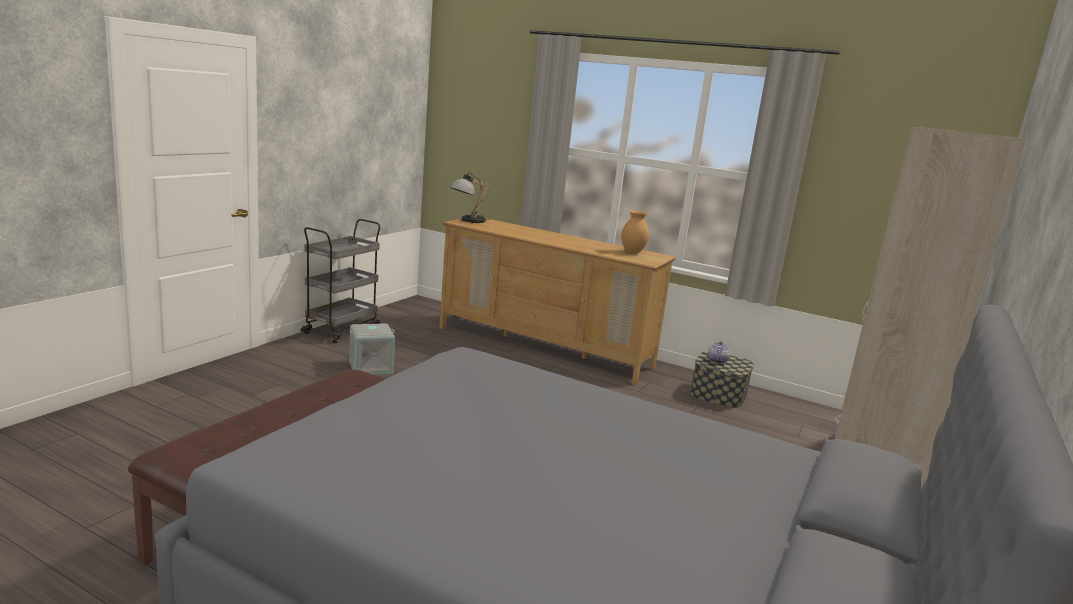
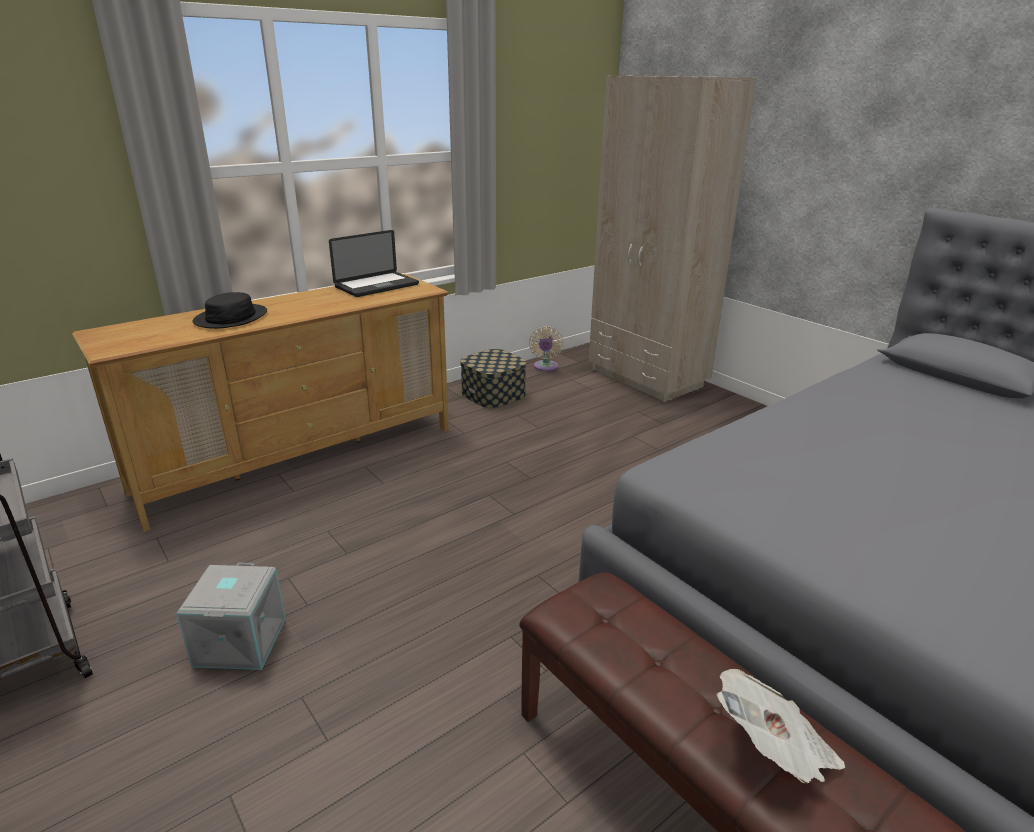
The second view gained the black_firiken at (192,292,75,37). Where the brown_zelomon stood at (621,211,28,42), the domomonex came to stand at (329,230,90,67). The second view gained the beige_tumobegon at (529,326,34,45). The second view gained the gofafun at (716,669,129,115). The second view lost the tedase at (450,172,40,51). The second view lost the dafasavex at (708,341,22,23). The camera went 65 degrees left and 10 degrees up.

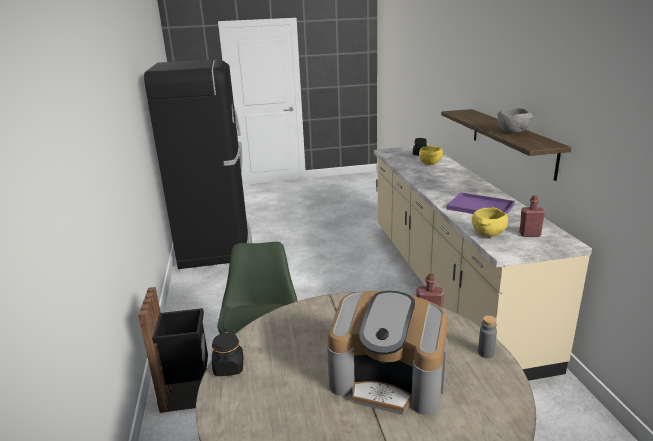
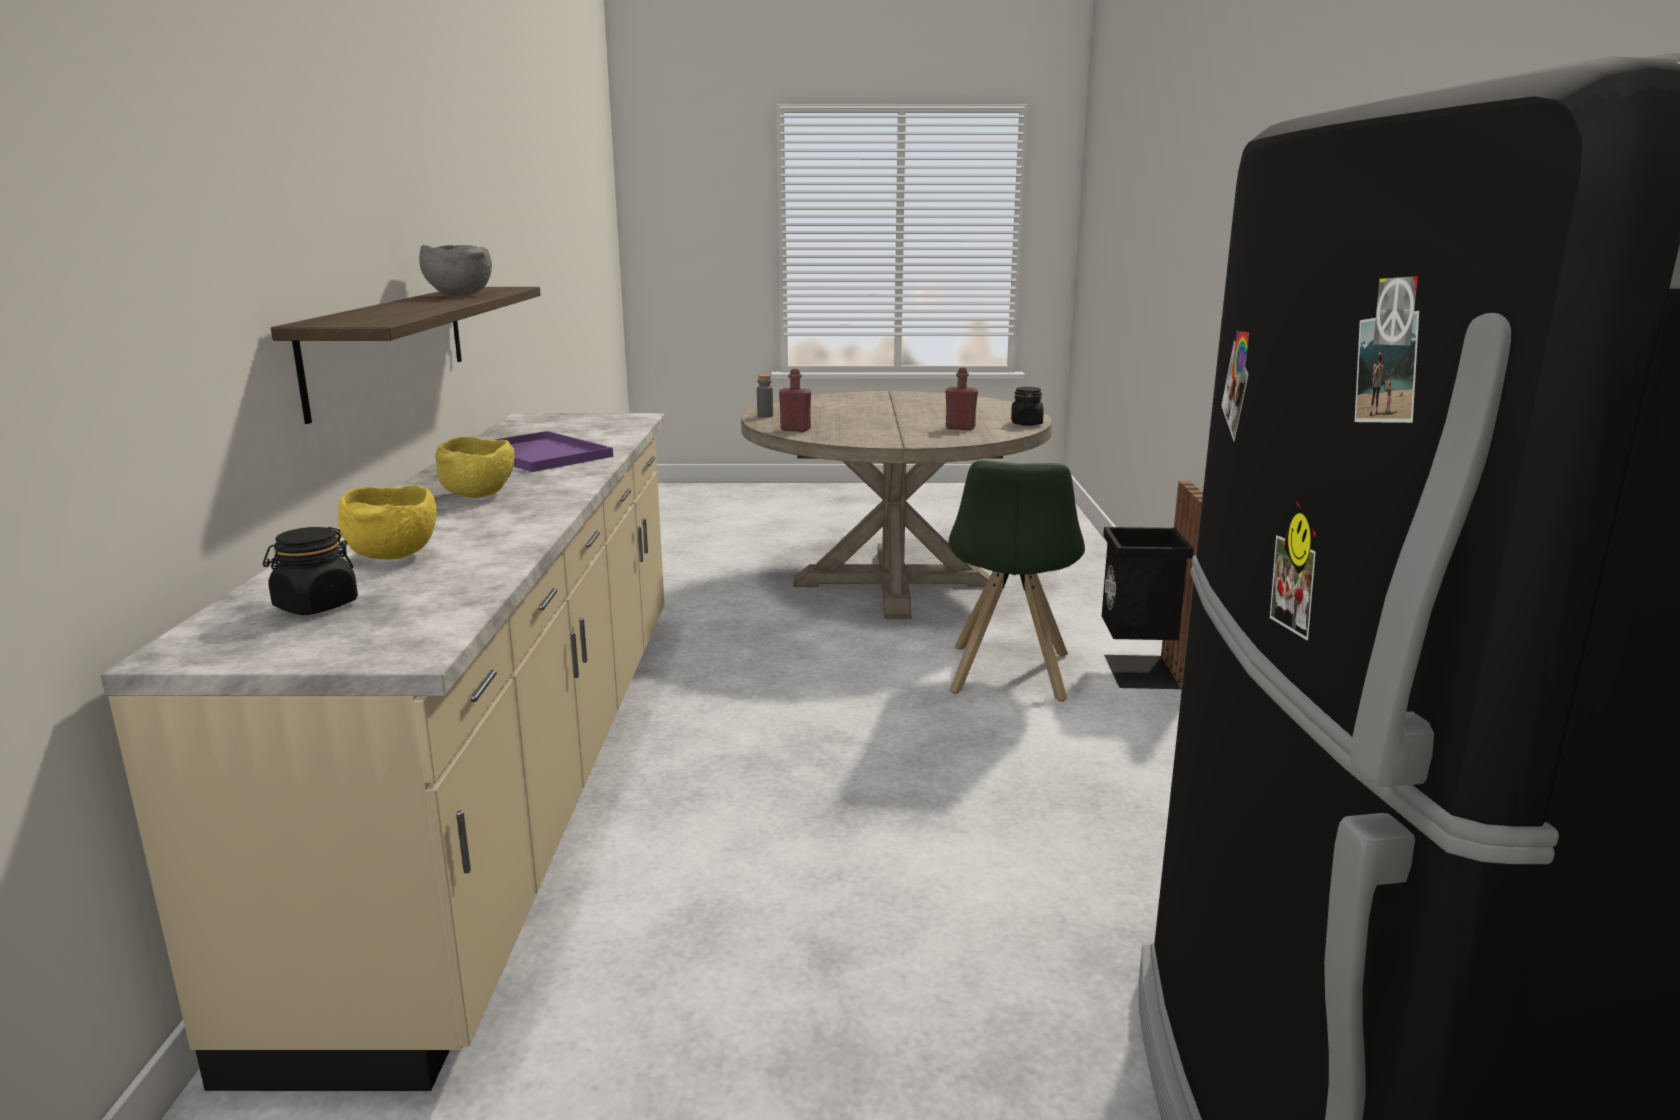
The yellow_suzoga ended up elsewhere, having gone from (472,208,36,29) to (435,436,79,62). The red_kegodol ended up elsewhere, having gone from (519,195,26,42) to (945,367,33,63). The second view lost the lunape at (327,291,121,124). The camera went 170 degrees left and 5 degrees down.

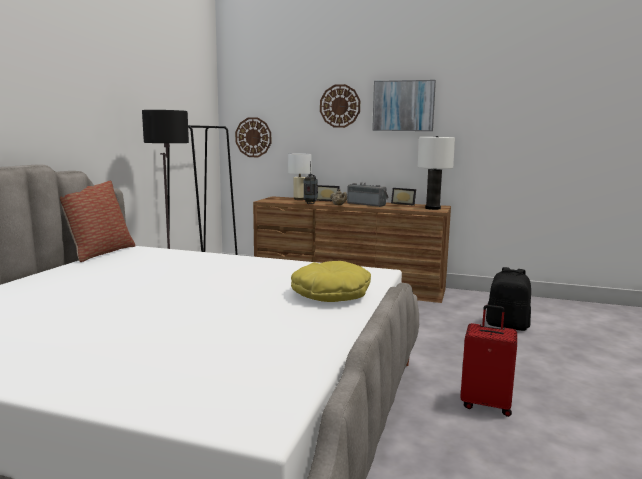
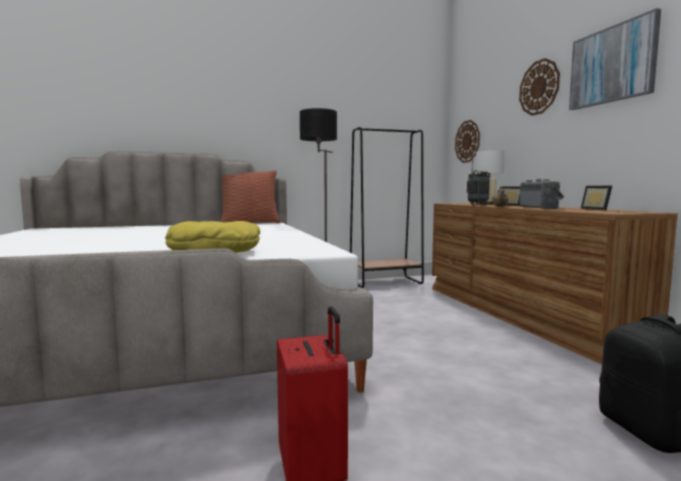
The second view lost the white_tedase at (418,136,37,74). The camera went 55 degrees right and 5 degrees down.

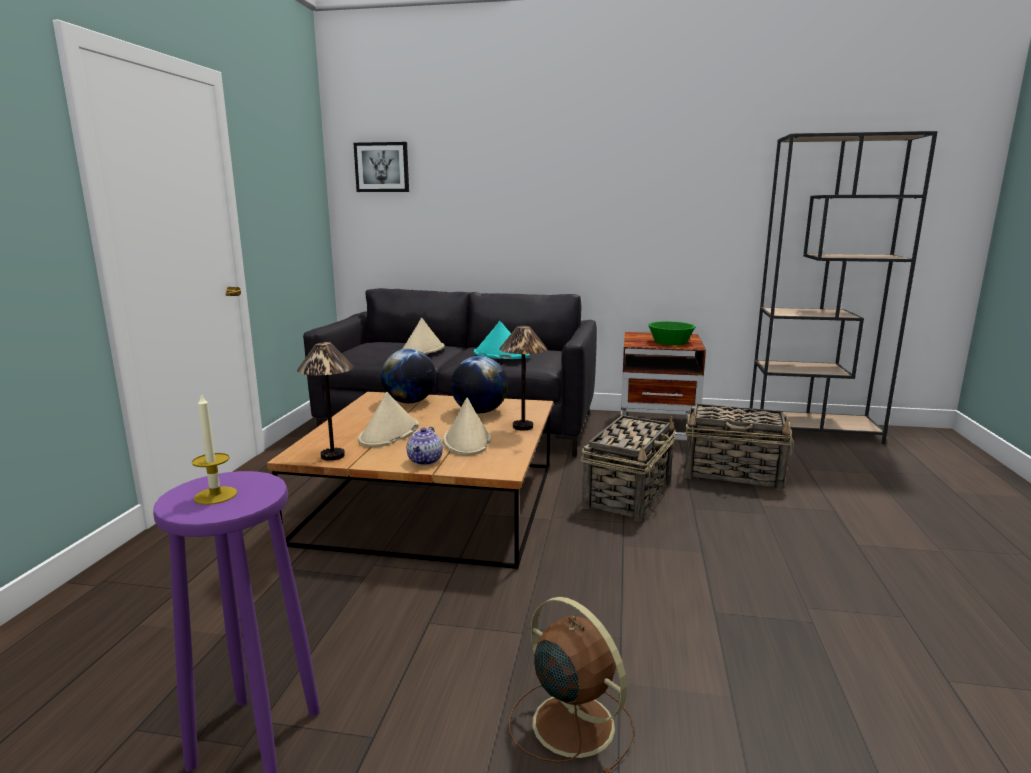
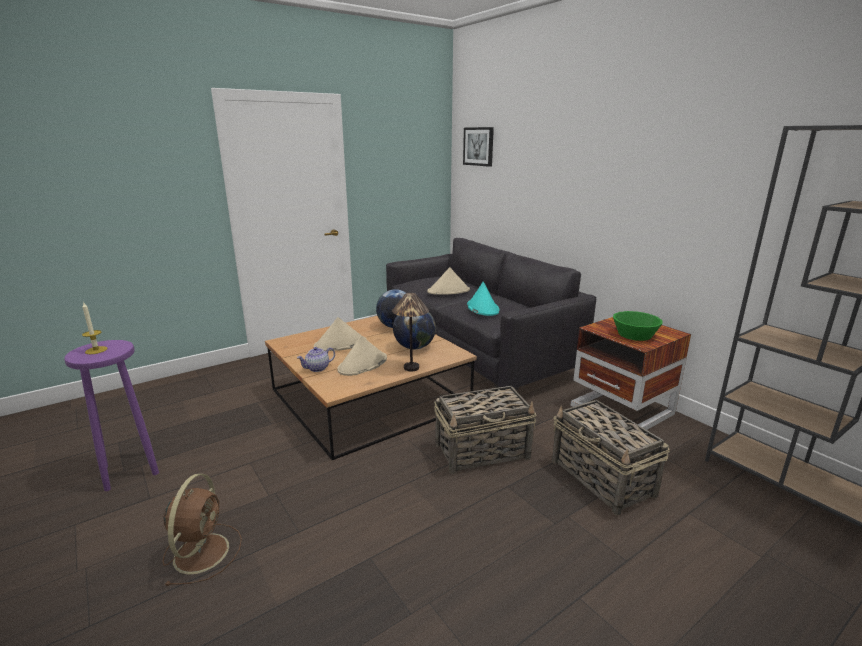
The second view lost the tedase at (297,342,57,119). The camera went 45 degrees right and 5 degrees up.

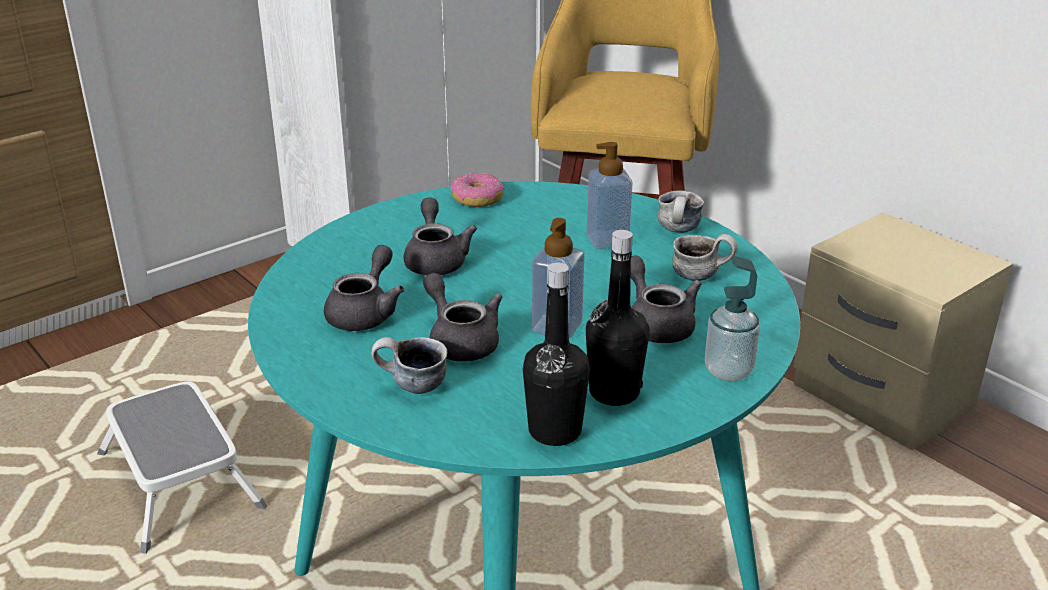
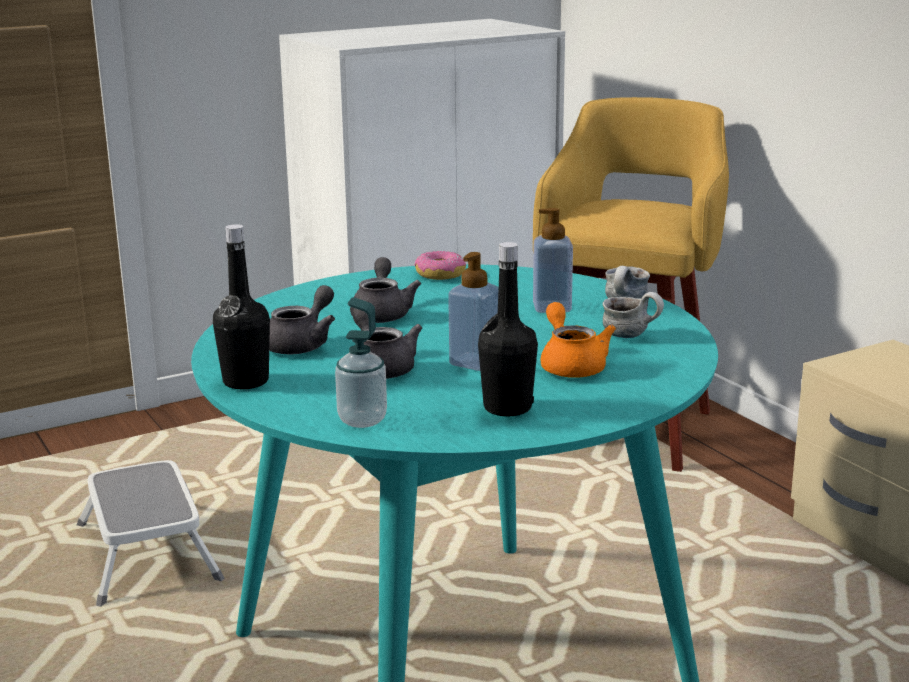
The black_kegodol ended up elsewhere, having gone from (523,263,67,183) to (213,224,57,165). The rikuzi ended up elsewhere, having gone from (705,256,55,125) to (335,297,52,131). What was the grey_dafasavex at (631,256,70,87) turned into the orange_dafasavex at (540,302,76,76). The second view lost the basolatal at (371,337,76,57). The camera went 10 degrees right and 10 degrees down.

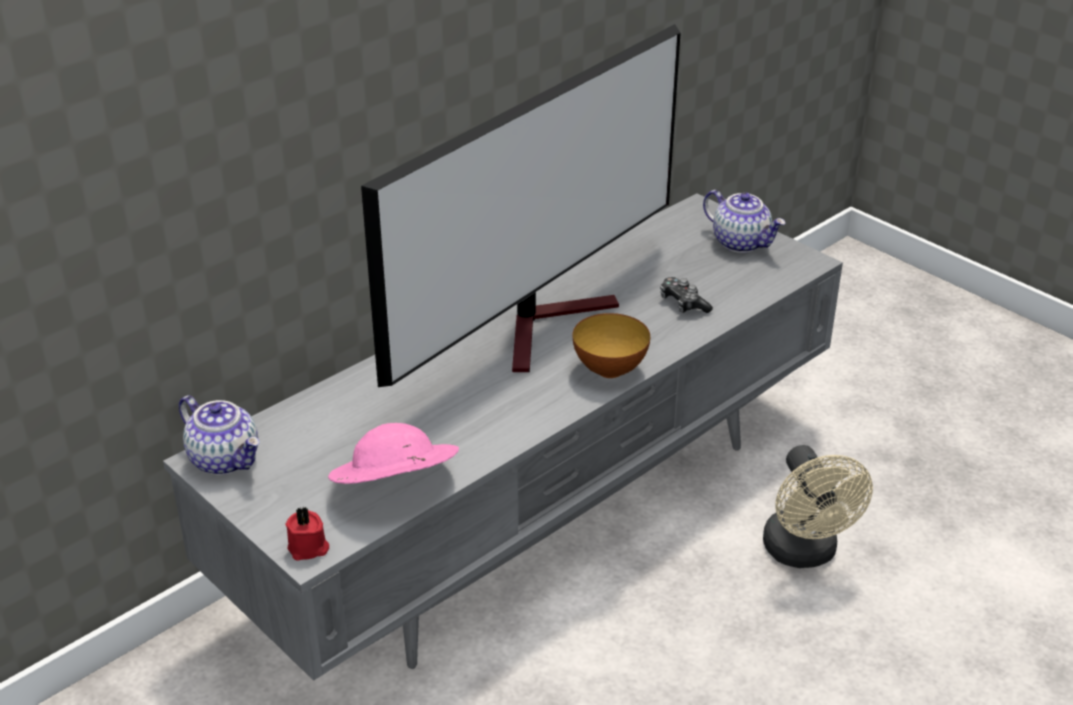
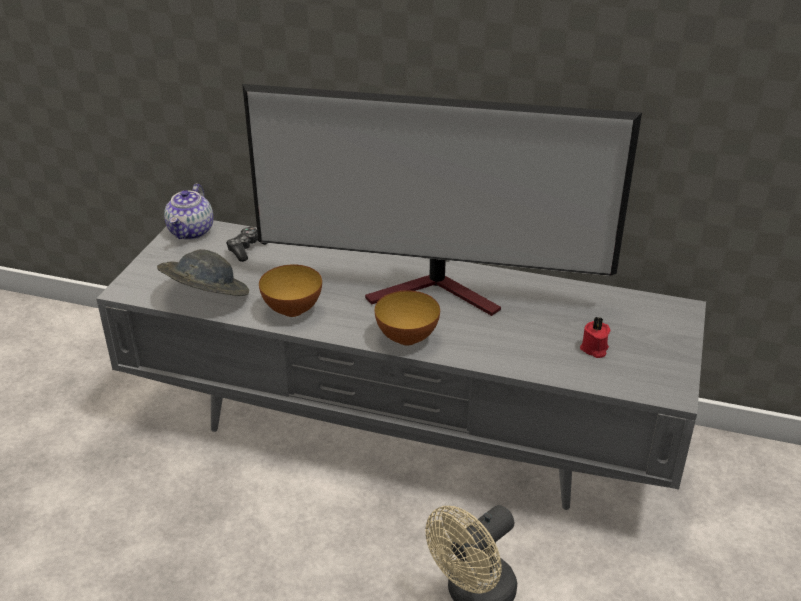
What was the pink_firiken at (328,423,131,61) turned into the grey_firiken at (157,249,92,47). The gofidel ended up elsewhere, having gone from (660,277,53,36) to (226,227,41,35). The second view gained the suzoga at (259,264,63,53). The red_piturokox ended up elsewhere, having gone from (286,507,43,54) to (580,317,31,41). The second view lost the dafasavex at (703,190,83,63). The camera went 60 degrees right and 0 degrees up.

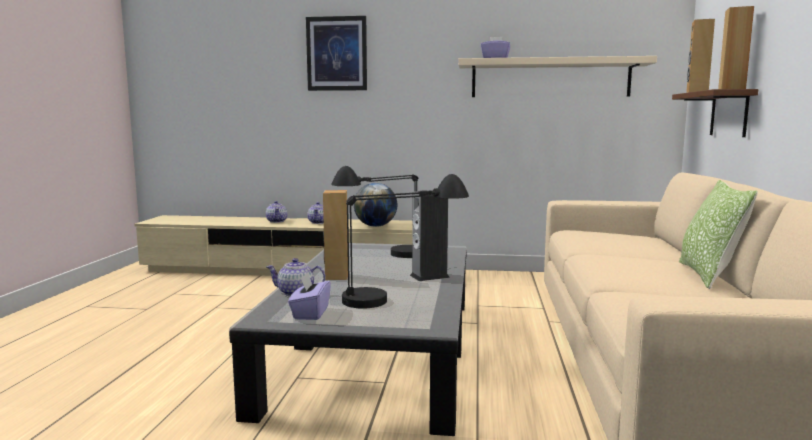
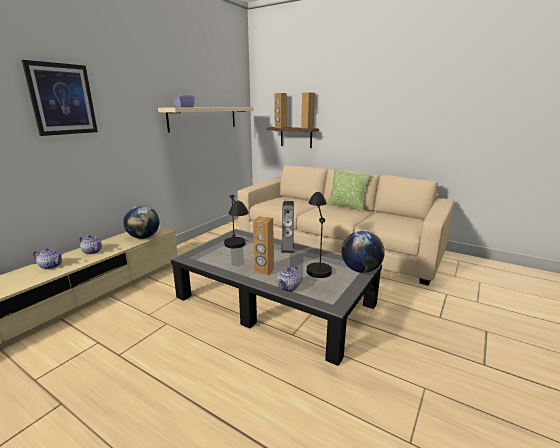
The second view gained the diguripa at (342,231,43,42). The second view lost the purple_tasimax at (288,273,43,47). The camera went 65 degrees left and 10 degrees up.

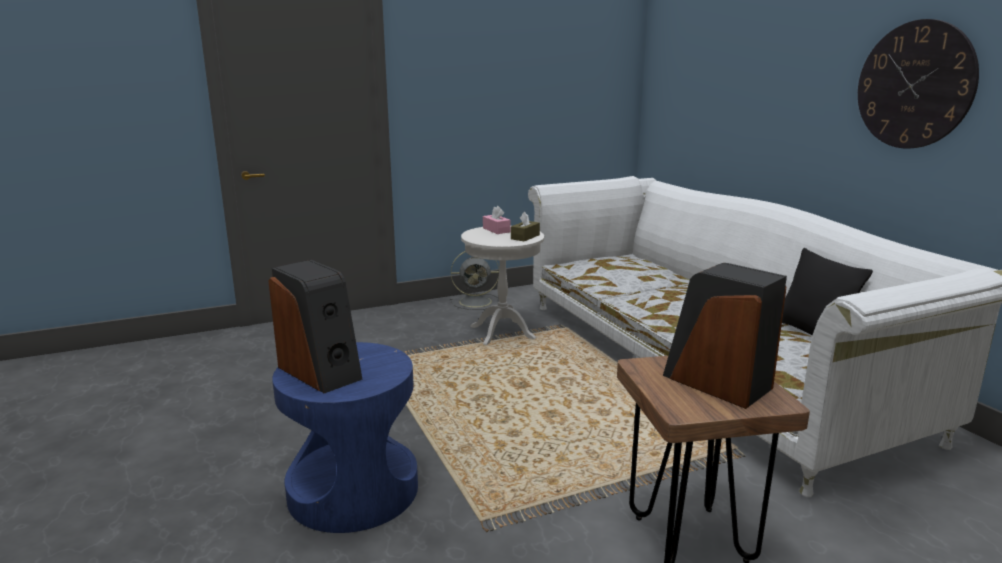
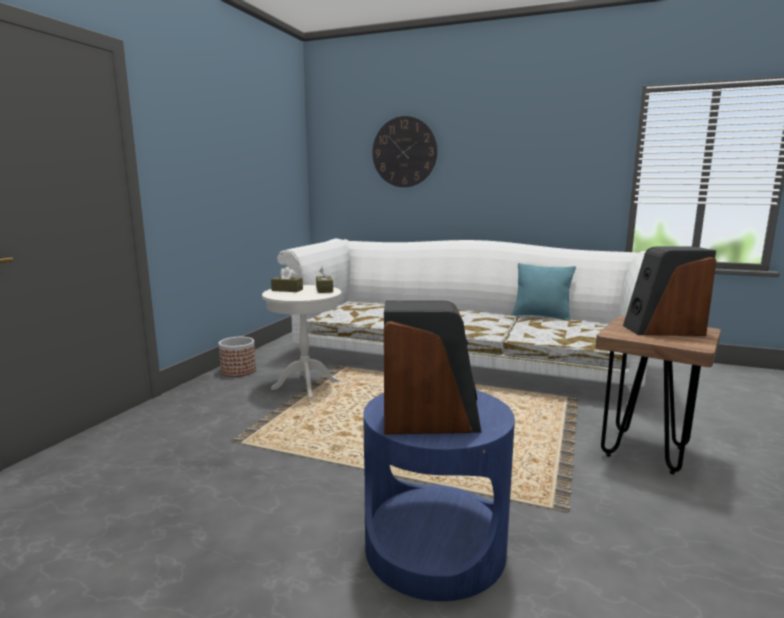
Where the grey_tumobegon stood at (450,251,49,59), the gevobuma came to stand at (218,337,38,40). What was the pink_tasimax at (483,206,28,28) turned into the brown_tasimax at (271,267,32,25). The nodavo ended up elsewhere, having gone from (858,19,121,130) to (372,116,65,71). What was the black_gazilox at (782,248,91,87) turned into the turquoise_gazilox at (512,263,64,57). The camera went 45 degrees left and 5 degrees down.

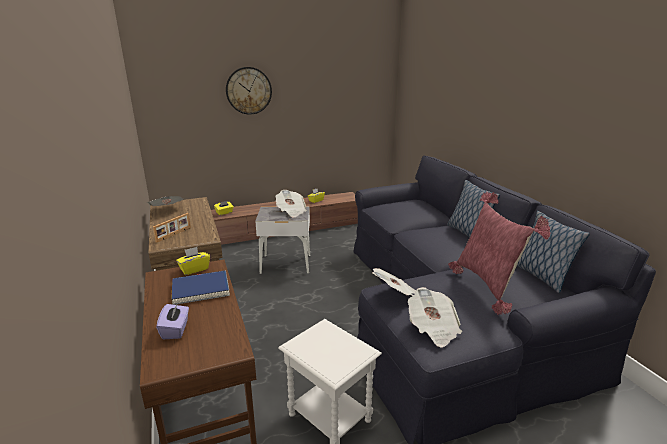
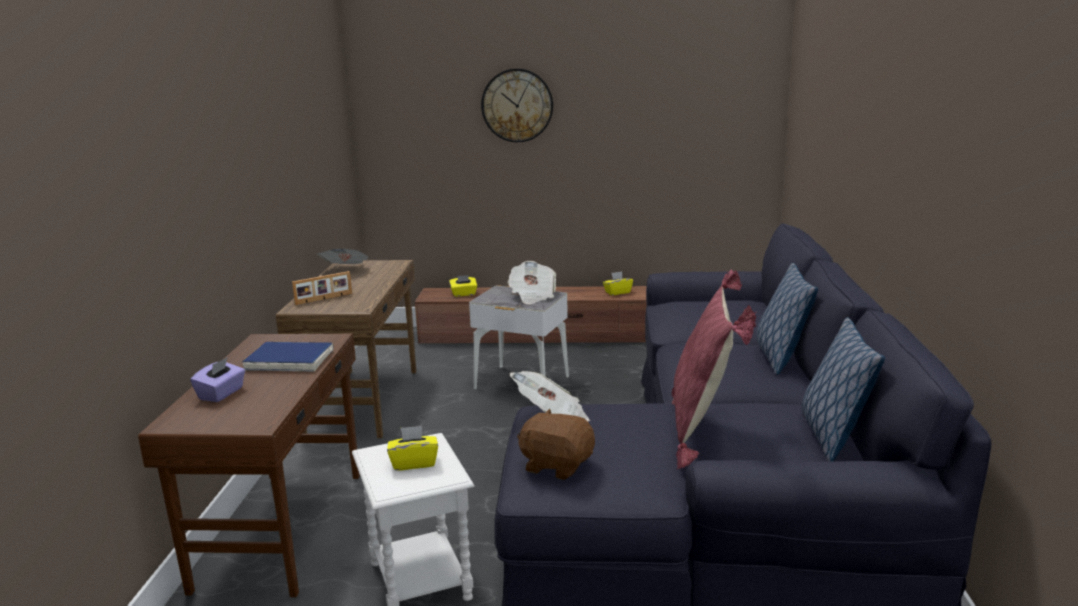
The yellow_tasimax ended up elsewhere, having gone from (176,247,34,28) to (387,426,51,45). Where the gofafun stood at (408,287,54,61), the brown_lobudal came to stand at (517,408,78,72). The camera went 25 degrees right and 5 degrees down.

